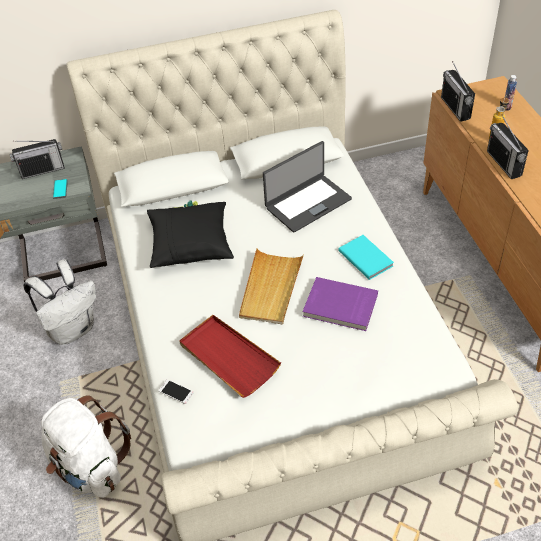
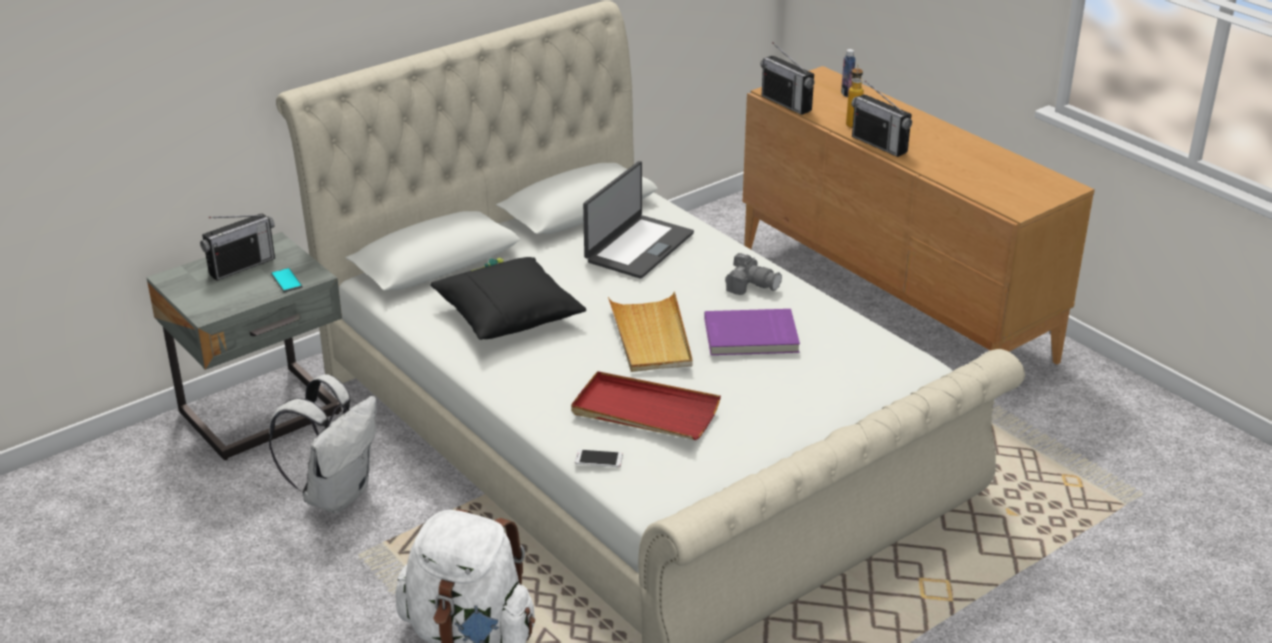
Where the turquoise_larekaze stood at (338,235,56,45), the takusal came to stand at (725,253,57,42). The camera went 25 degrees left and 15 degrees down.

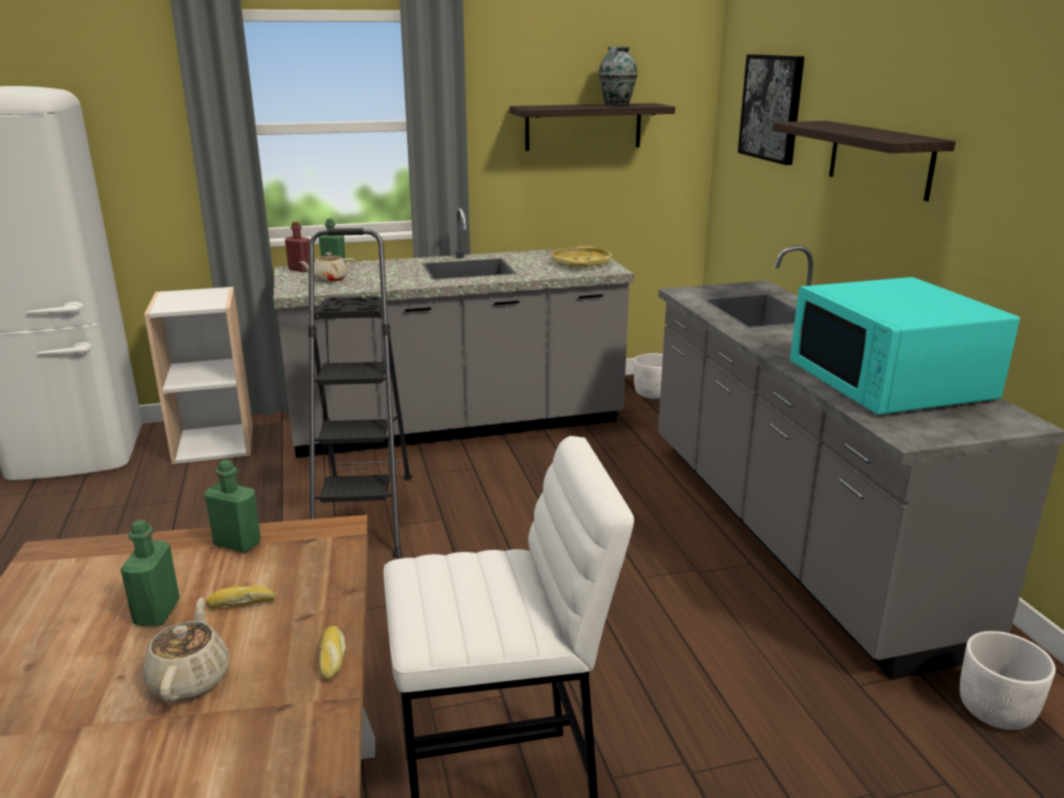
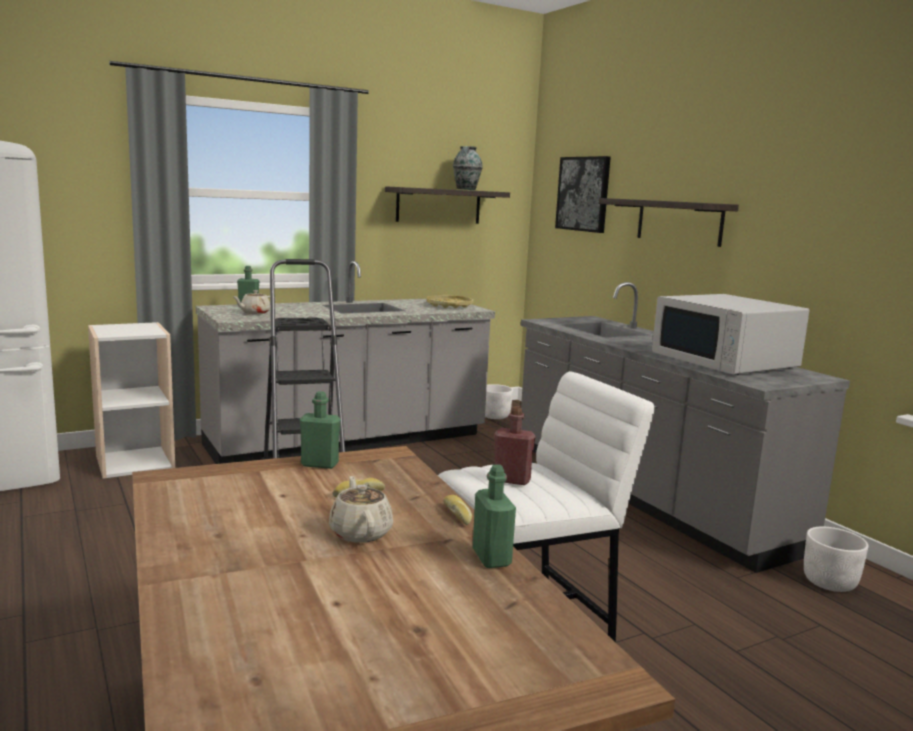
The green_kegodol ended up elsewhere, having gone from (120,520,60,106) to (473,464,43,104). The red_kegodol ended up elsewhere, having gone from (285,222,25,50) to (494,406,42,79). What was the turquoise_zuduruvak at (790,277,230,138) turned into the white_zuduruvak at (652,294,158,81). The camera went 15 degrees left and 10 degrees down.

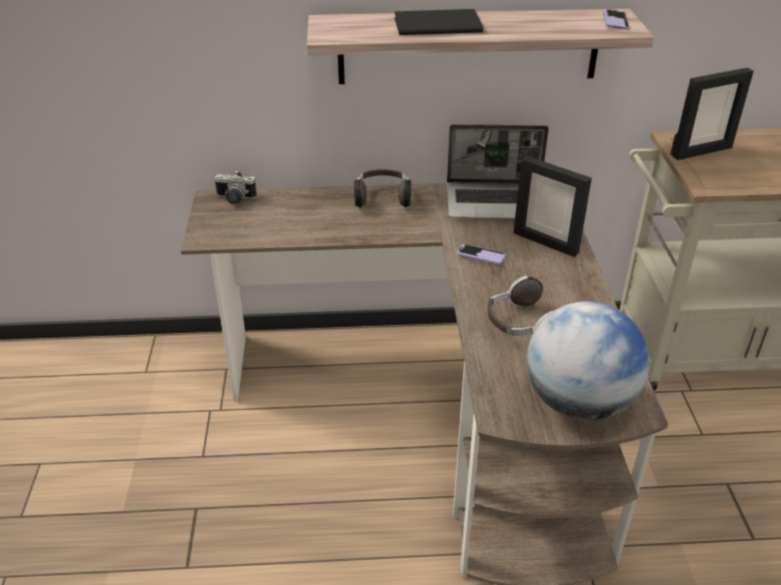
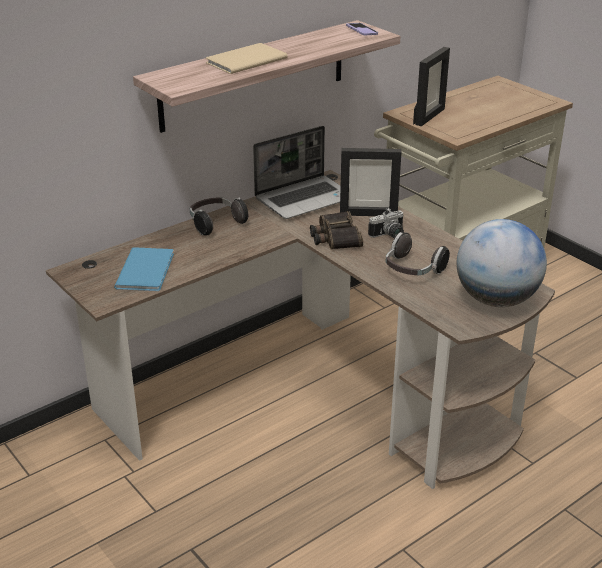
The second view gained the blue_larekaze at (114,247,60,44). What was the black_larekaze at (395,9,88,26) turned into the beige_larekaze at (206,43,82,31). Where the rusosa stood at (457,244,49,21), the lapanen came to stand at (310,211,53,38). The takusal ended up elsewhere, having gone from (215,170,42,34) to (368,208,36,30). The camera went 35 degrees left and 5 degrees down.

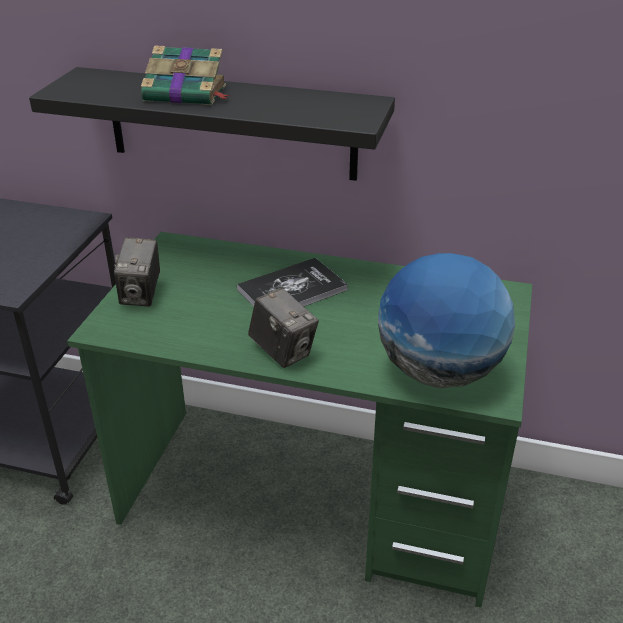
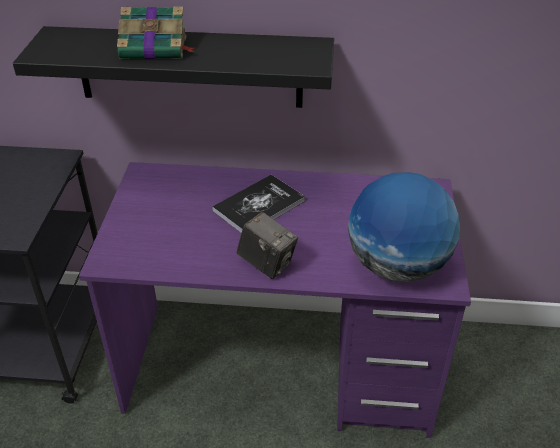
What was the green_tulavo at (67,232,465,375) turned into the purple_tulavo at (79,162,392,276). The second view lost the takusal at (114,237,46,69). The camera went 10 degrees left and 5 degrees up.

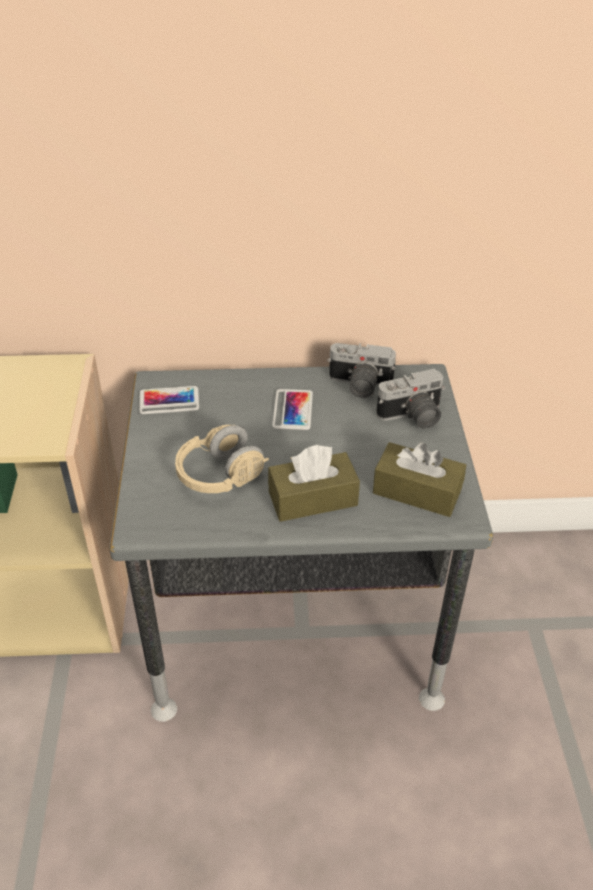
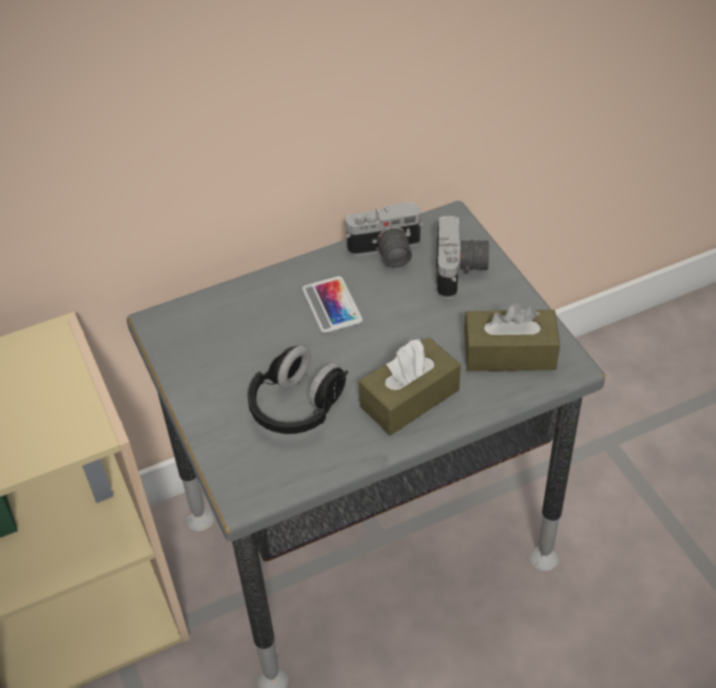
What was the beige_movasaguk at (175,424,94,69) turned into the black_movasaguk at (247,345,101,89). The takusal at (376,369,69,60) ended up facing another way, 45 degrees counterclockwise from before. The second view lost the rusosa at (139,386,60,28). The camera went 20 degrees left and 5 degrees up.

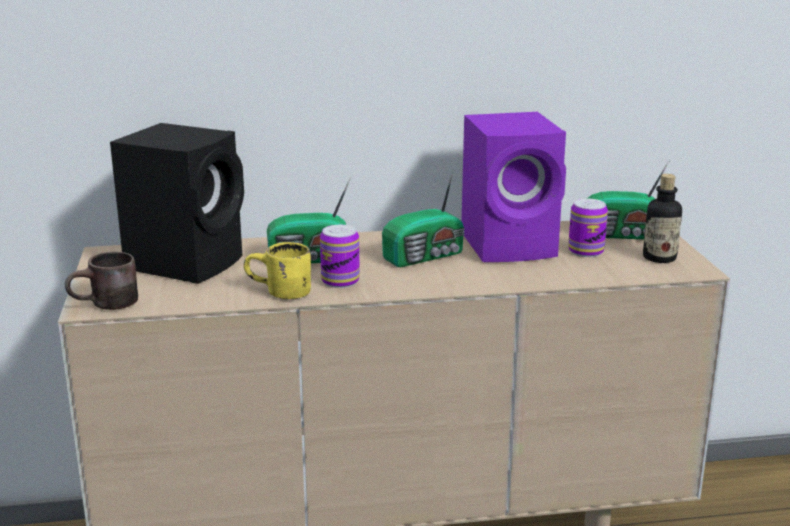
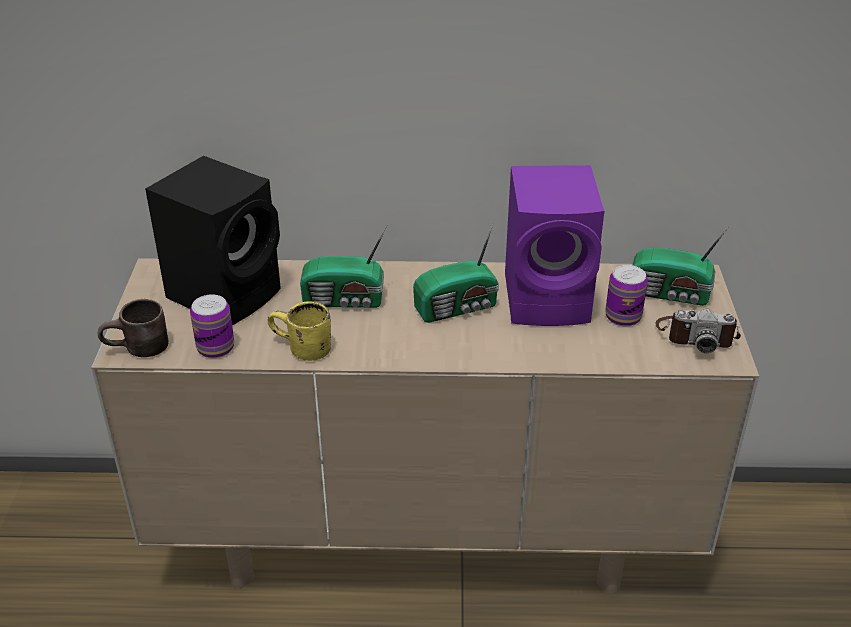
The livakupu ended up elsewhere, having gone from (320,225,40,63) to (190,294,44,64). Where the kegodol stood at (643,174,39,89), the takusal came to stand at (655,309,86,44). The camera went 10 degrees right and 15 degrees up.

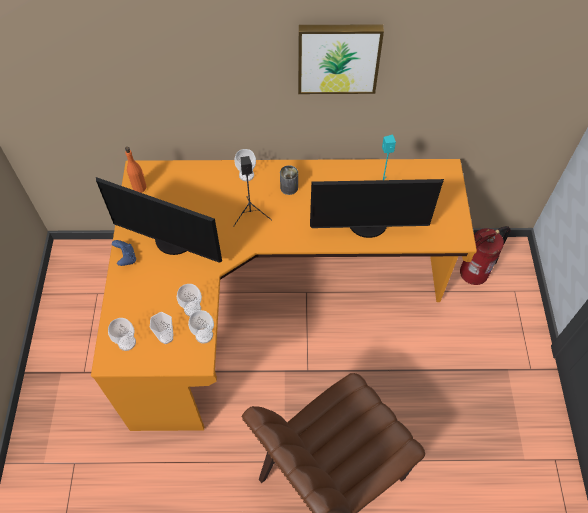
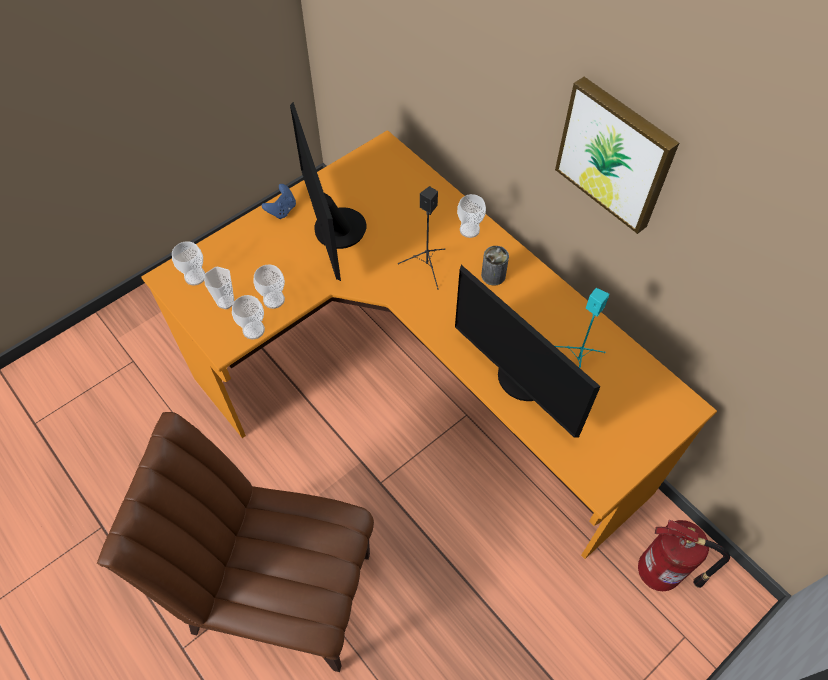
The second view lost the orange_kegodol at (125,147,21,46). The camera went 50 degrees right and 0 degrees up.

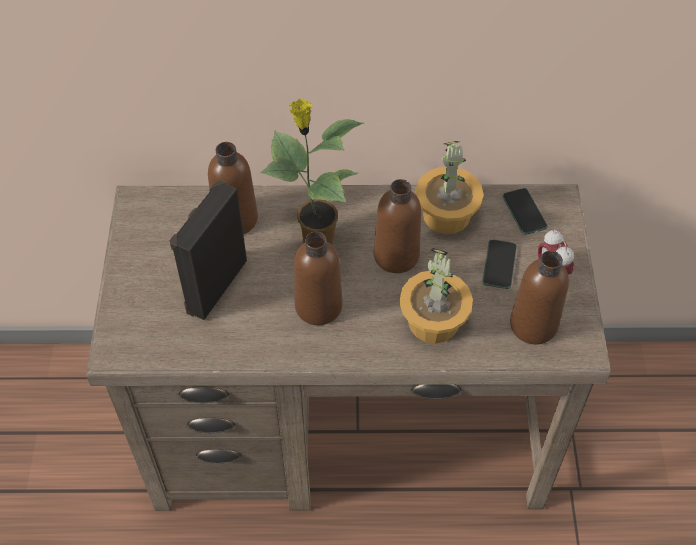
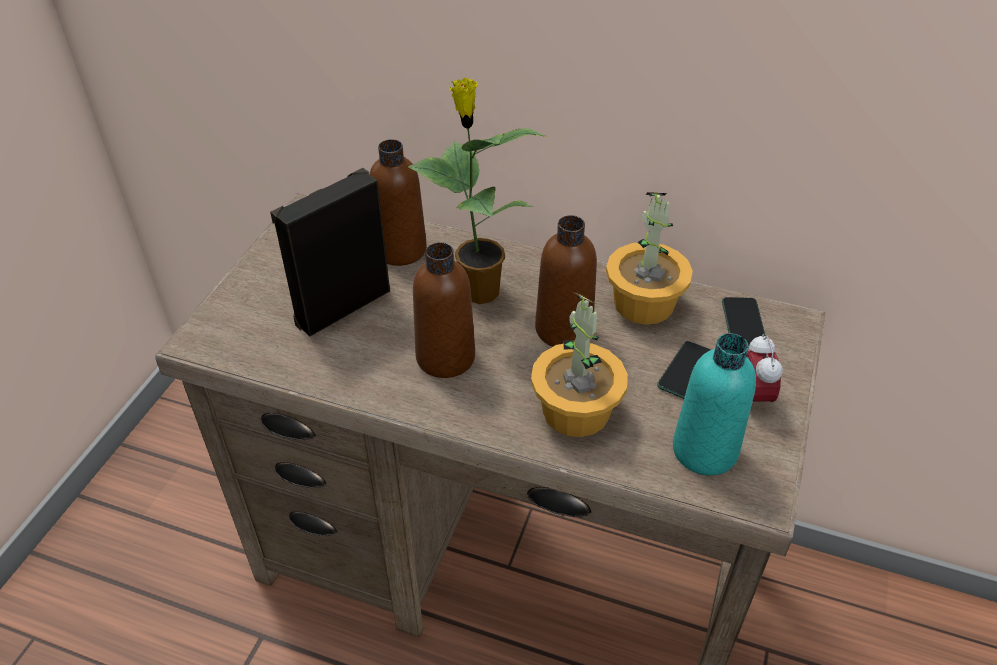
What was the brown_kegodol at (510,251,59,94) turned into the turquoise_kegodol at (673,333,83,143). The camera went 20 degrees right and 10 degrees down.

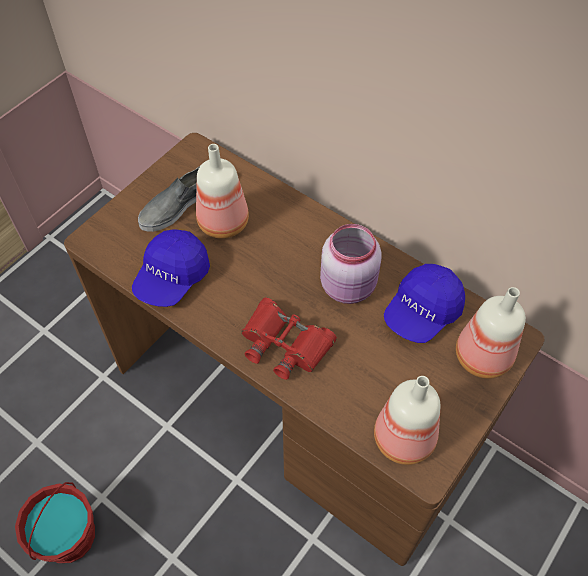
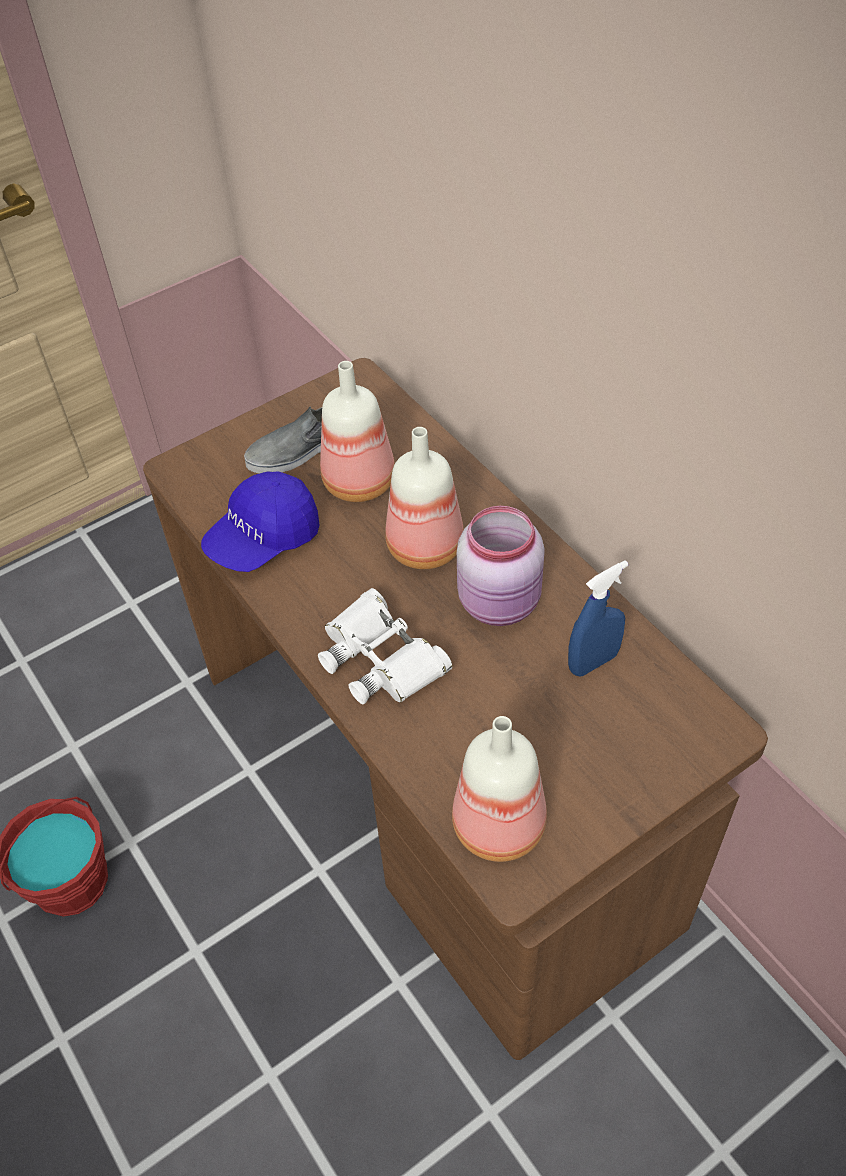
What was the red_lapanen at (242,298,95,82) turned into the white_lapanen at (318,588,134,116). The kegodol ended up elsewhere, having gone from (456,287,70,92) to (385,427,79,142). Where the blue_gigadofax stood at (384,264,81,79), the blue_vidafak came to stand at (568,560,60,117). The camera went 20 degrees right and 5 degrees down.

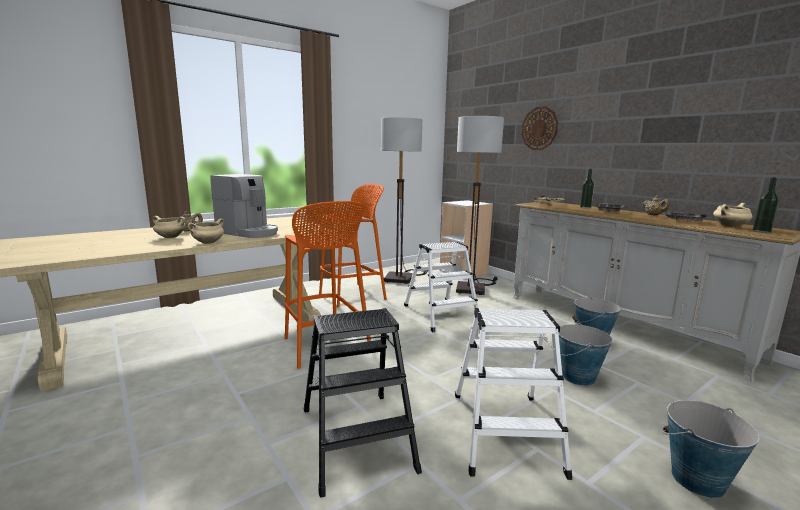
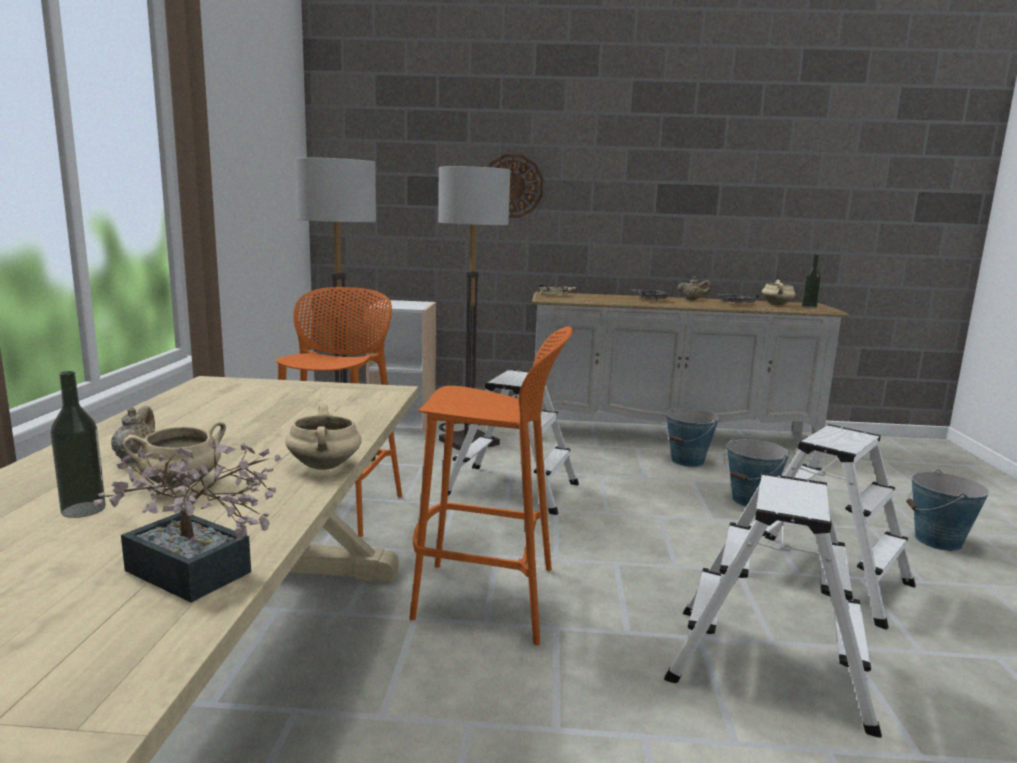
The kegodol ended up elsewhere, having gone from (580,169,14,40) to (51,371,55,147). The second view gained the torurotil at (93,440,189,162). What was the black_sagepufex at (304,308,118,189) turned into the white_sagepufex at (664,473,218,265). The second view lost the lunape at (210,174,68,64). The camera went 50 degrees left and 0 degrees up.

